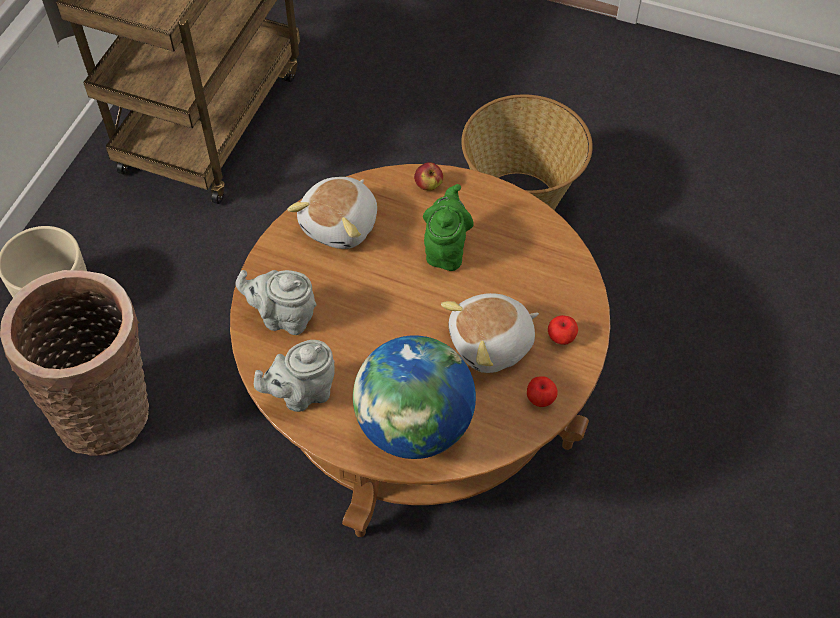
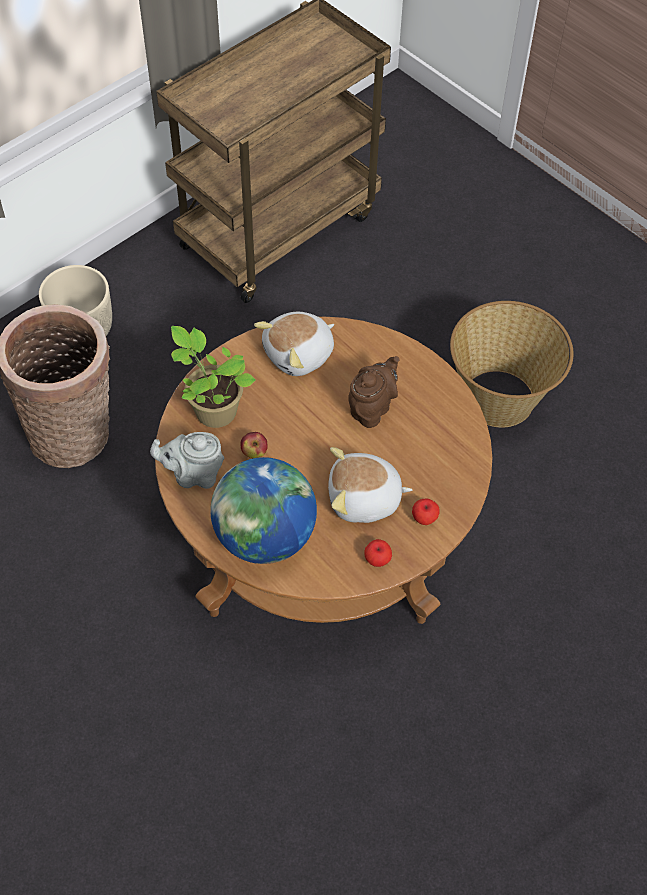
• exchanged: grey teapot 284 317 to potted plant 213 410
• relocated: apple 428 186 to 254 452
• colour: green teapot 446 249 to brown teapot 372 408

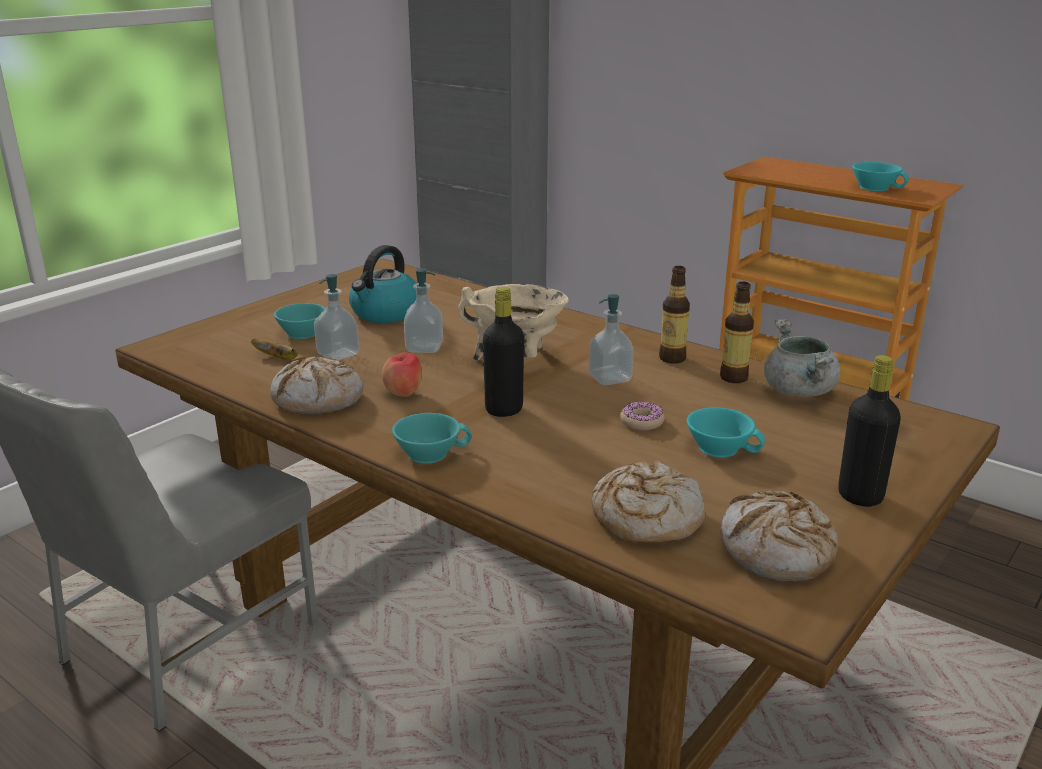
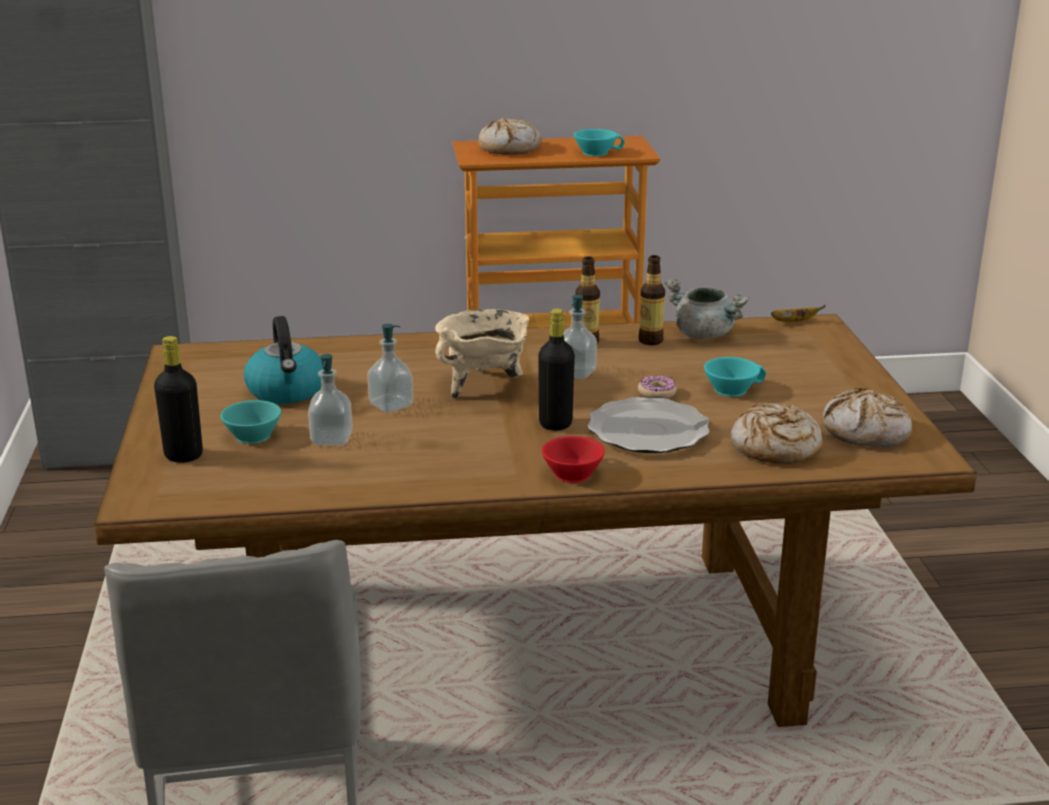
• relocated: banana 278 358 to 794 322
• relocated: bread 318 399 to 510 148
• missing: apple 403 394
• colour: turquoise cup 429 452 to red cup 571 472
• relocated: black bottle 860 496 to 183 455
• appeared: plate 649 431

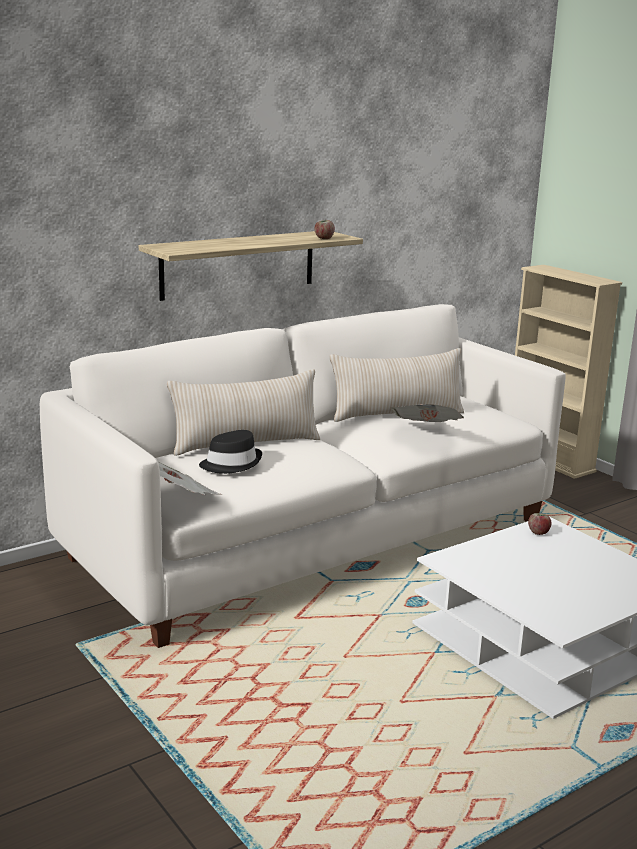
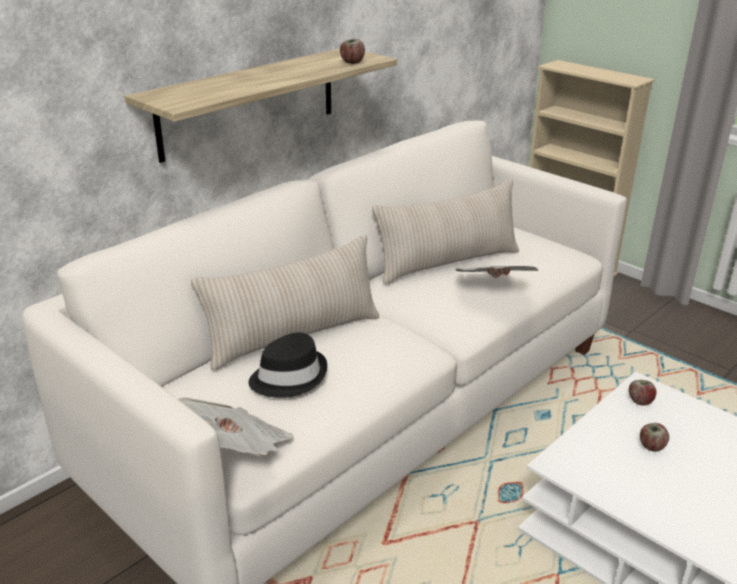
• appeared: apple 651 447

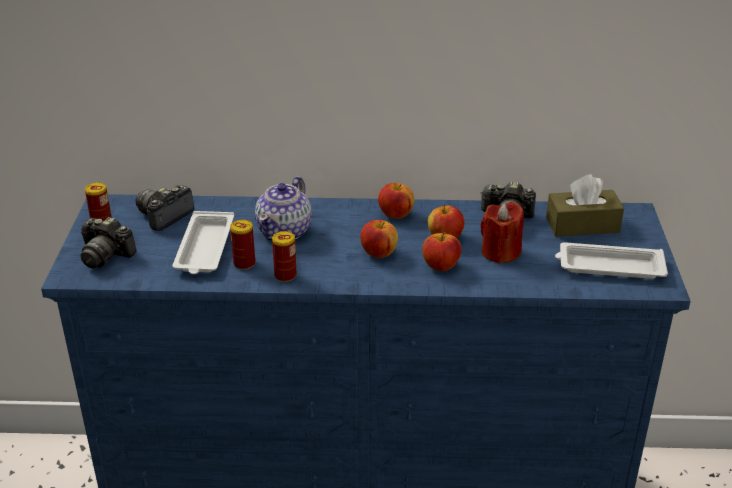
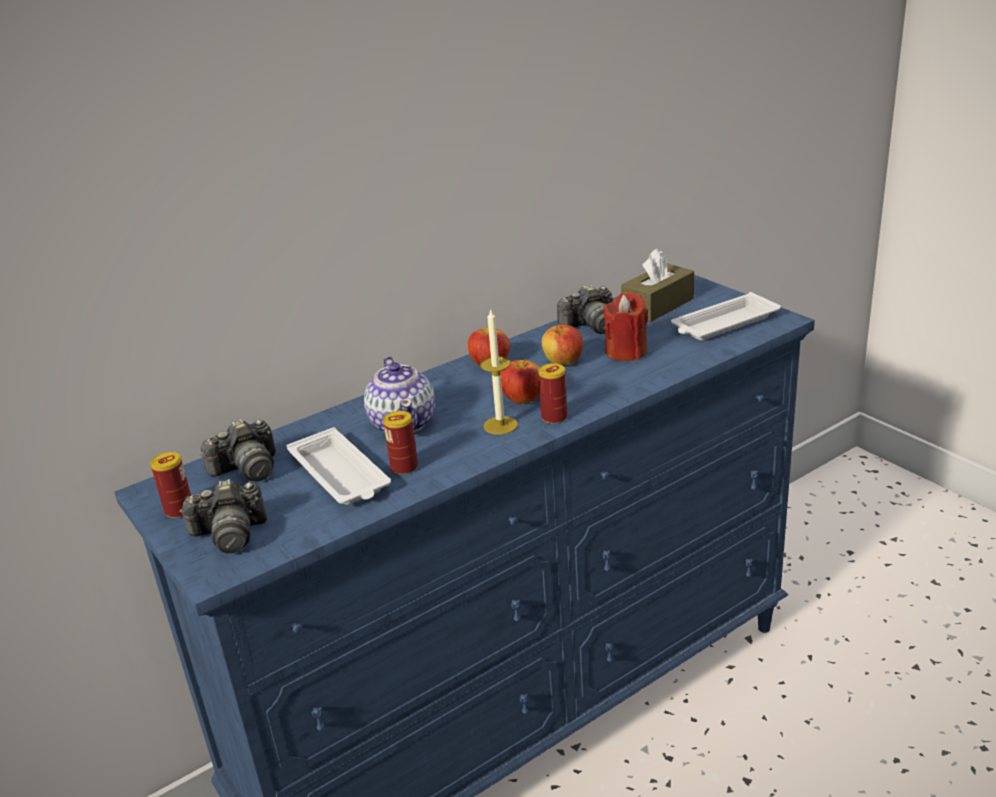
• spun: photo camera 164 216 = 247 469 120 degrees counterclockwise
• relocated: can 285 275 to 554 417
• missing: apple 440 266
• appeared: candle 500 425

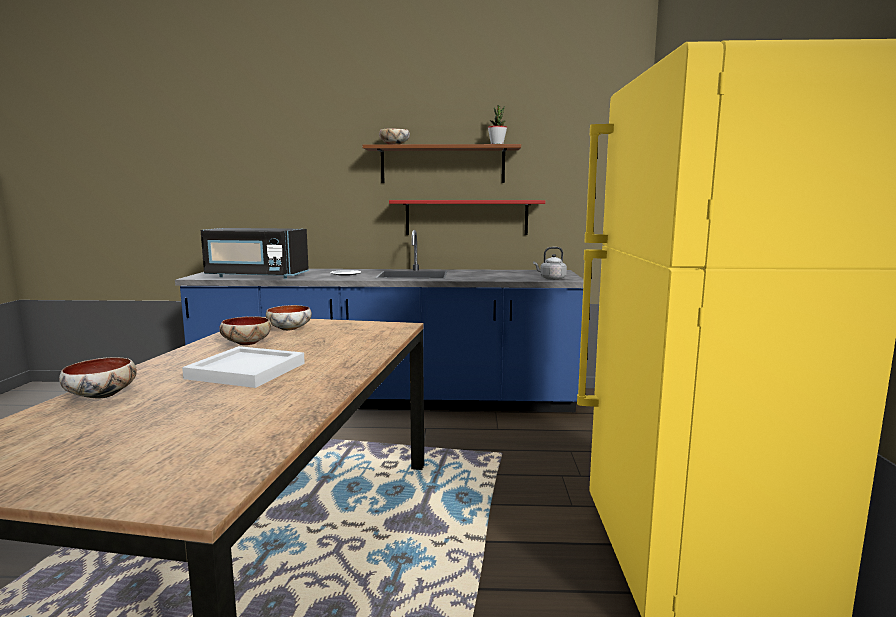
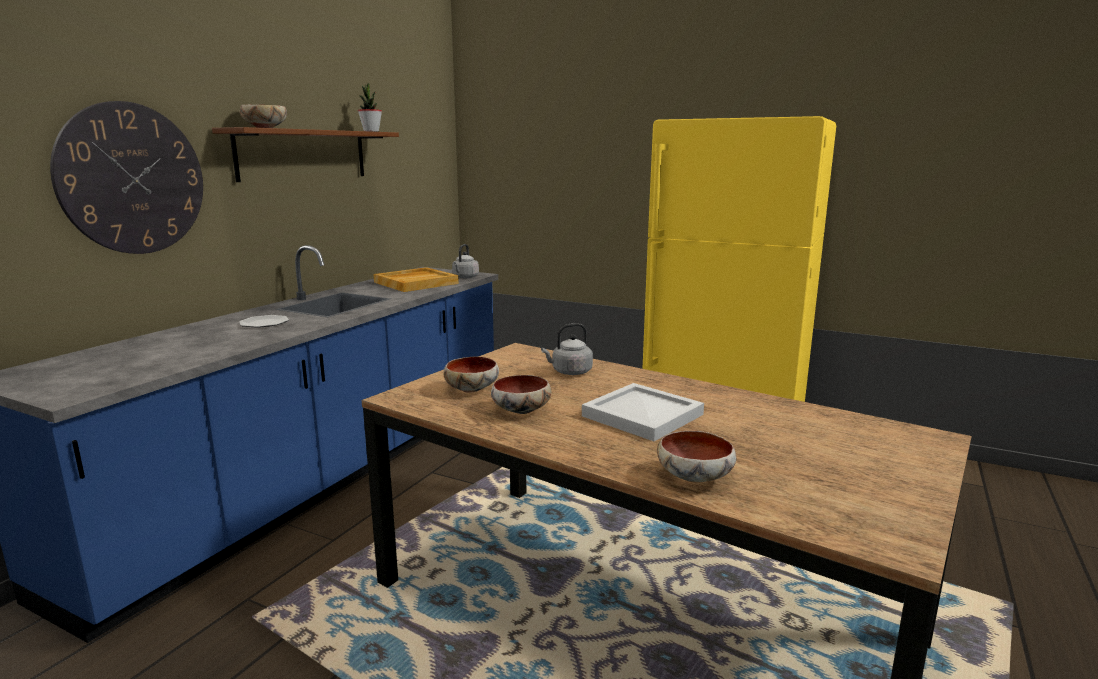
• missing: black microwave 255 276
• missing: red shelf 466 217
• appeared: wall clock 132 179
• appeared: beige tray 416 283
• appeared: grey kettle 569 372

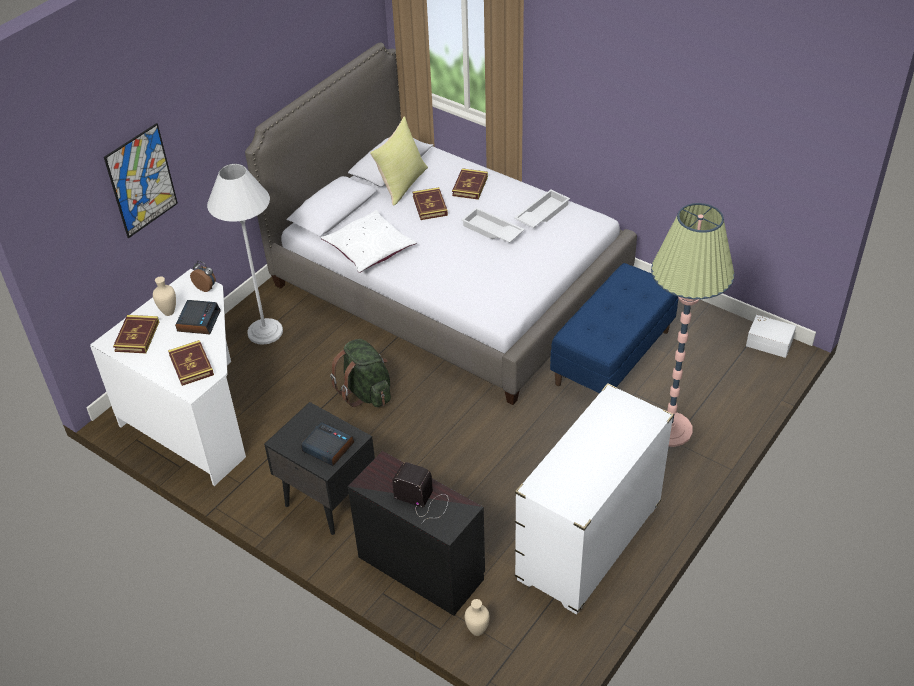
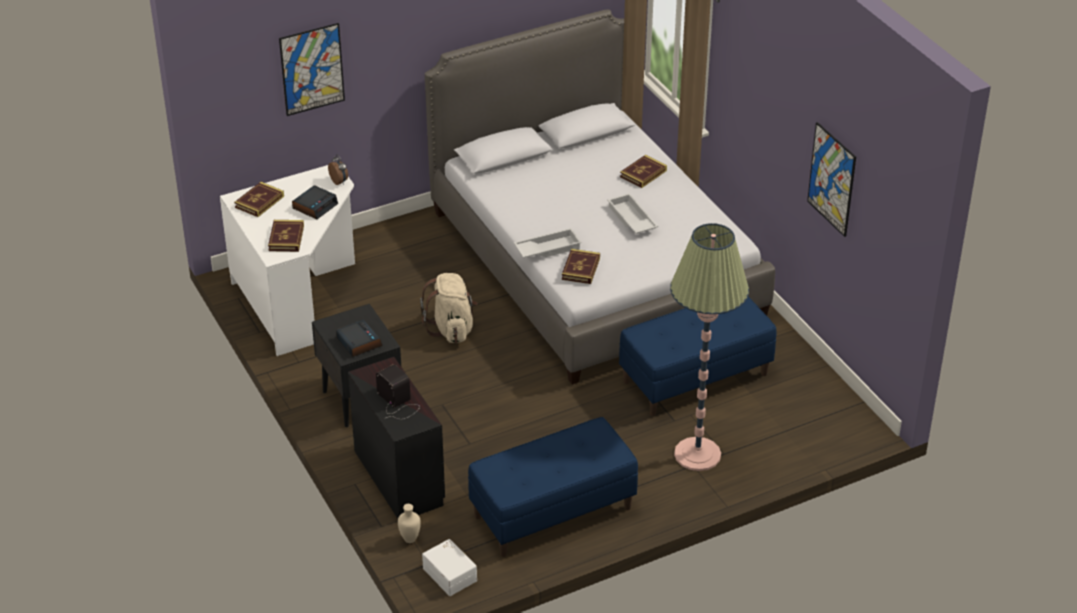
• missing: beige vase 168 313
• missing: white floor lamp 265 332
• missing: white pillow 369 248
• colour: green backpack 366 392 to beige backpack 451 329
• missing: yellow pillow 402 184
• relocated: book 430 206 to 580 269
• relocated: white tray 541 213 to 547 248
• exchanged: white dresser 589 542 to blue bench 552 513
• relocated: white storage box 769 342 to 451 574
• appeared: picture 831 179

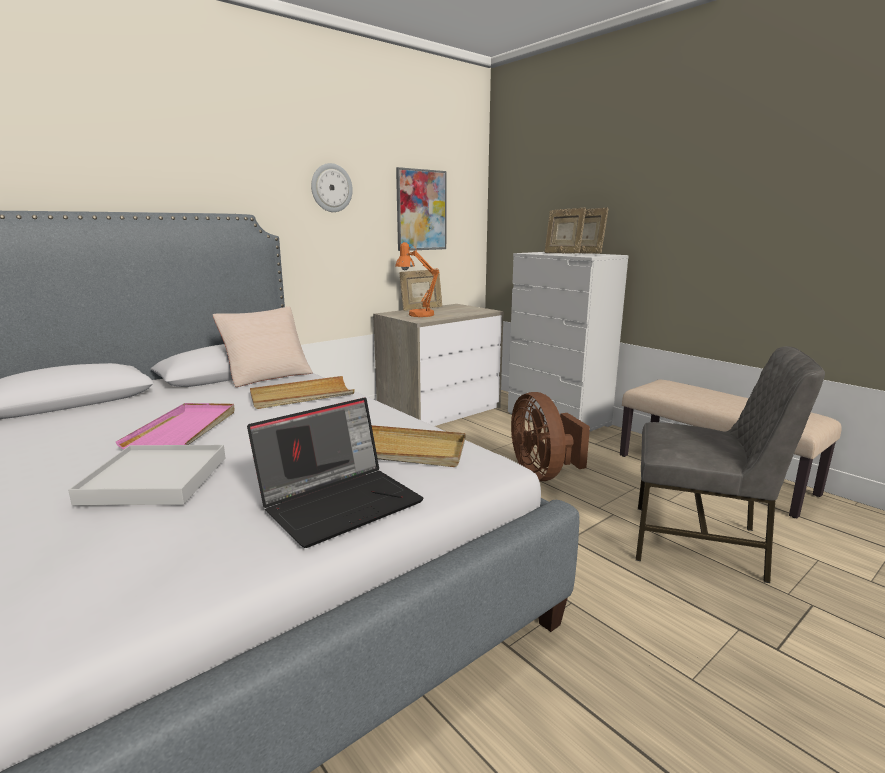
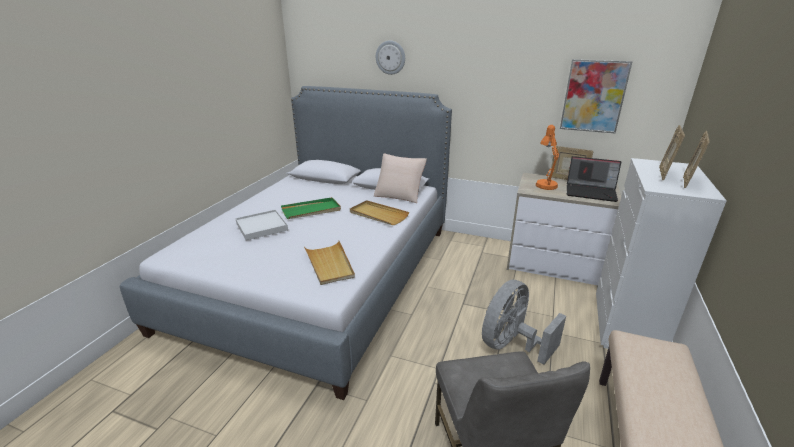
• colour: pink tray 184 430 to green tray 311 210
• relocated: laptop 341 502 to 591 192
• relocated: wall clock 331 188 to 390 57
• colour: brown fan 543 474 to grey fan 511 345

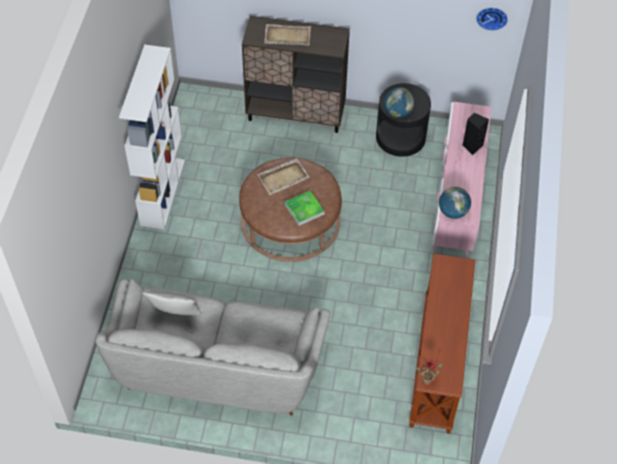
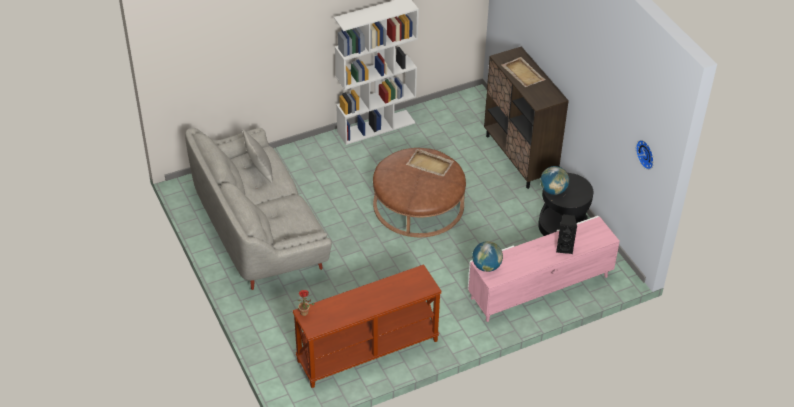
• missing: tray 304 209

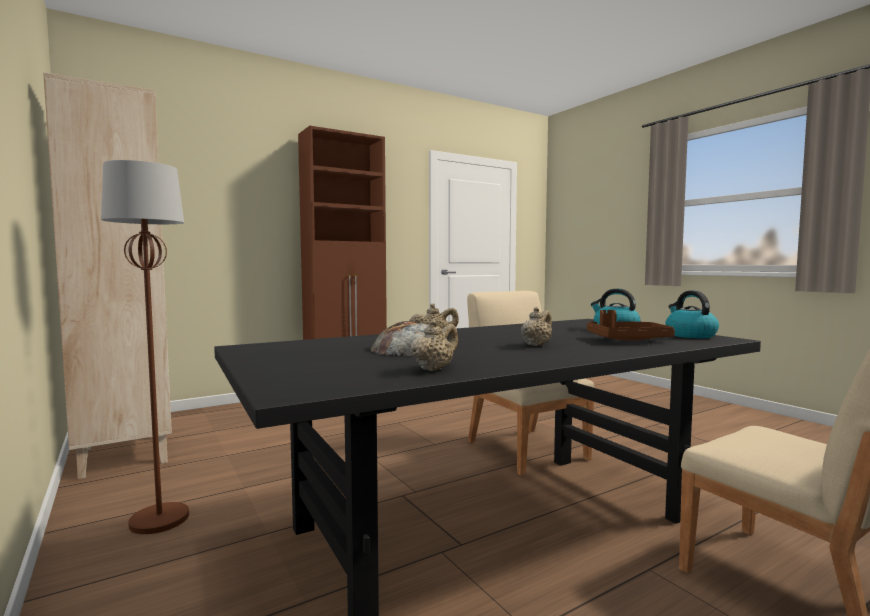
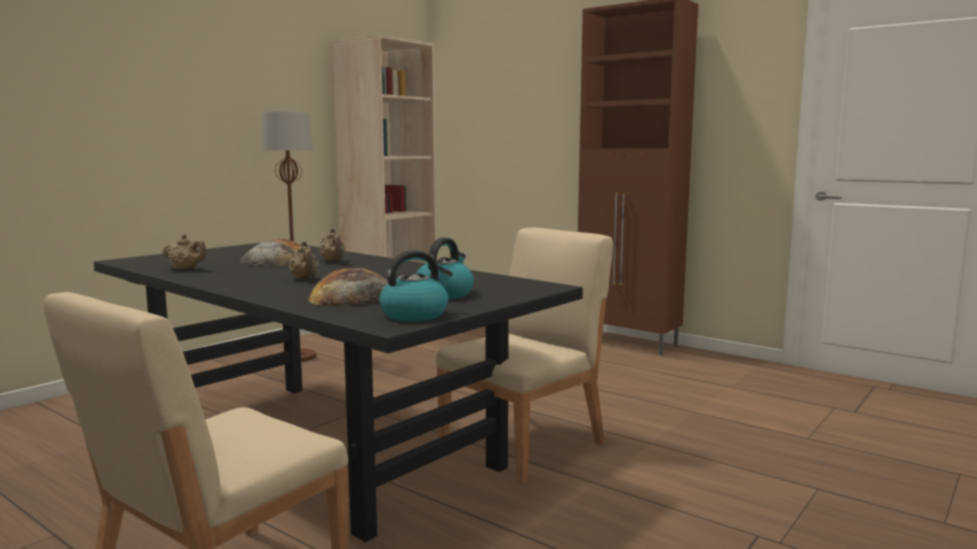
• spun: beige teapot 536 345 = 305 279 45 degrees clockwise
• exchanged: brown tray 627 340 to bread 354 297

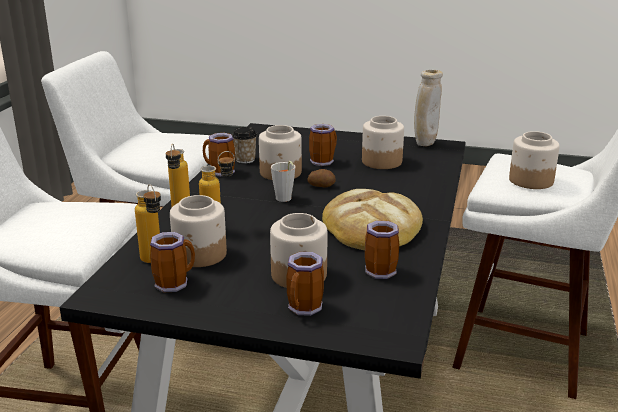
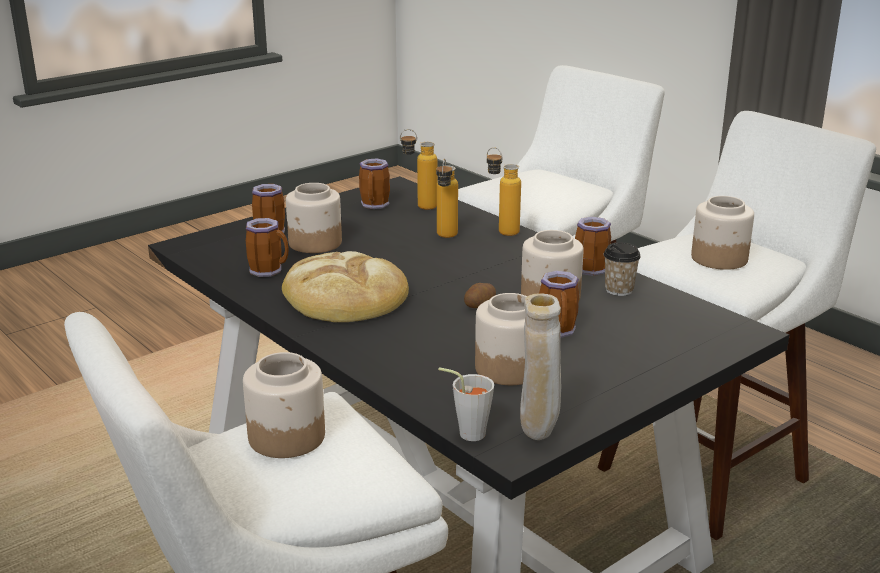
• relocated: jar 200 255 to 718 258
• relocated: grey cup 284 200 to 466 433

